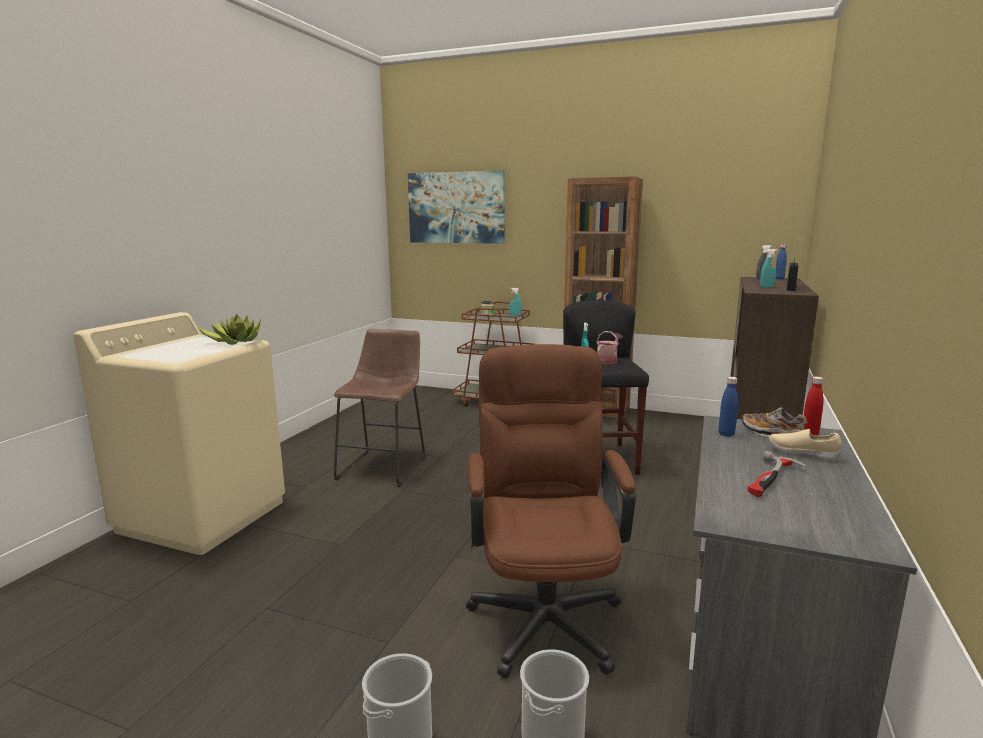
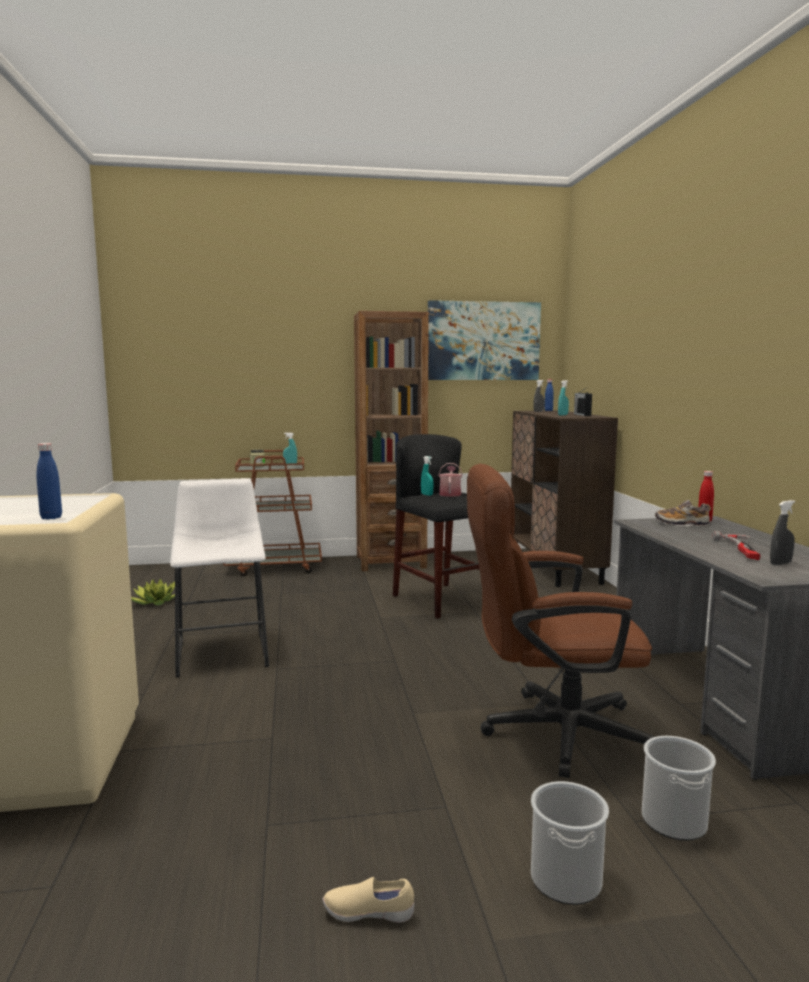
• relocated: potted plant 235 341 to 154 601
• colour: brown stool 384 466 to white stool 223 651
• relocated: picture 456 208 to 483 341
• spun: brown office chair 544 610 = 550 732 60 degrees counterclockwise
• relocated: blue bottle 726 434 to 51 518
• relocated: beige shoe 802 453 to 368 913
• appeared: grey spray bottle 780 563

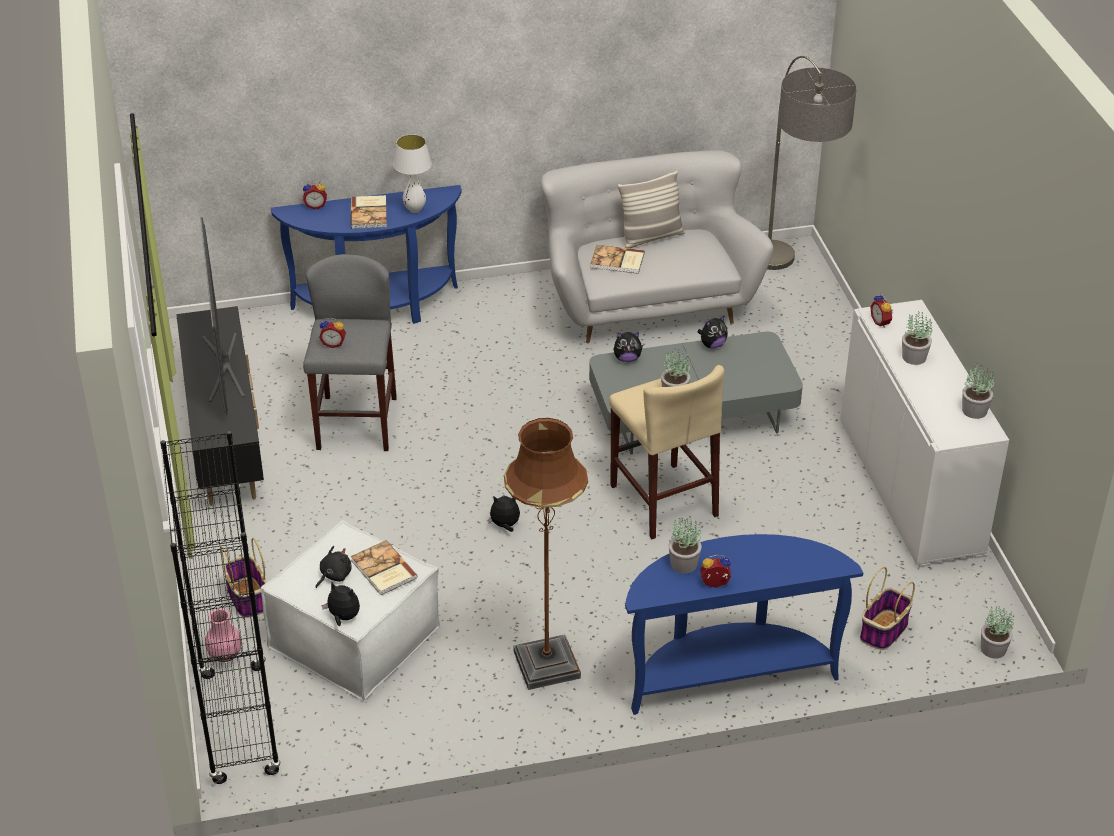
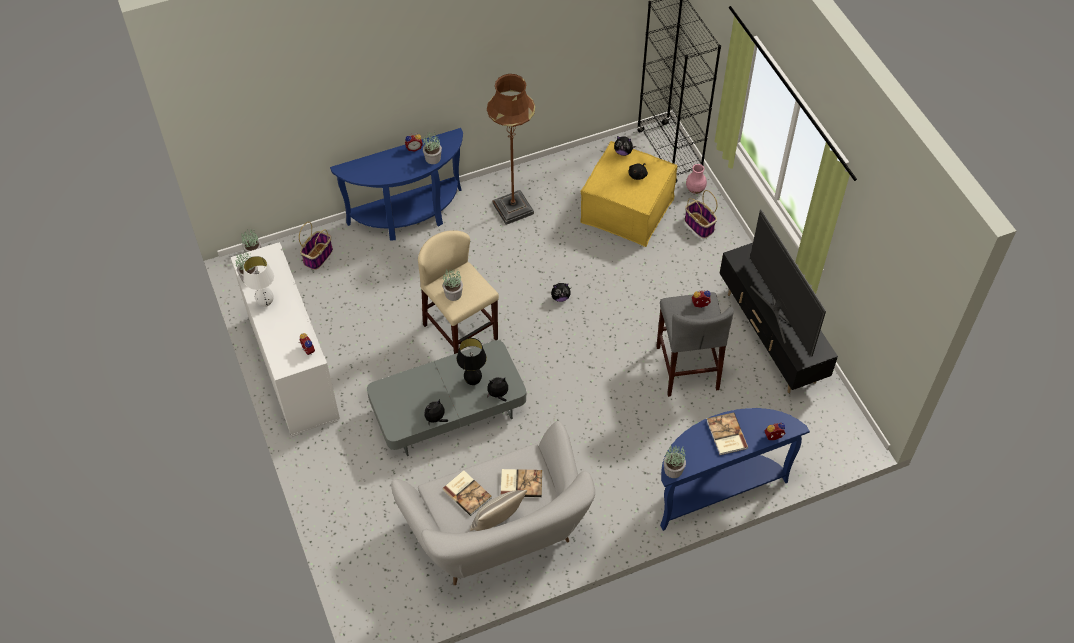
• colour: white ottoman 354 637 to yellow ottoman 627 209
• relocated: book 383 570 to 467 493
• relocated: white table lamp 415 210 to 265 303
• missing: floor lamp 788 288
• relocated: potted plant 913 357 to 673 470
• appeared: black table lamp 473 381

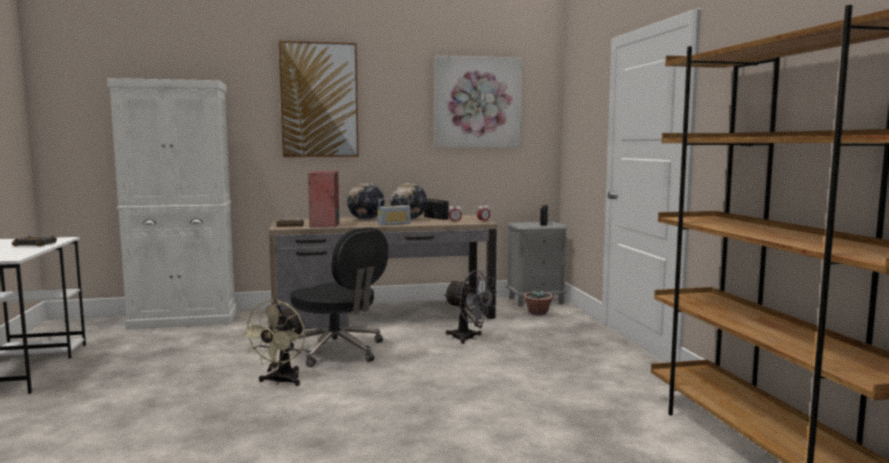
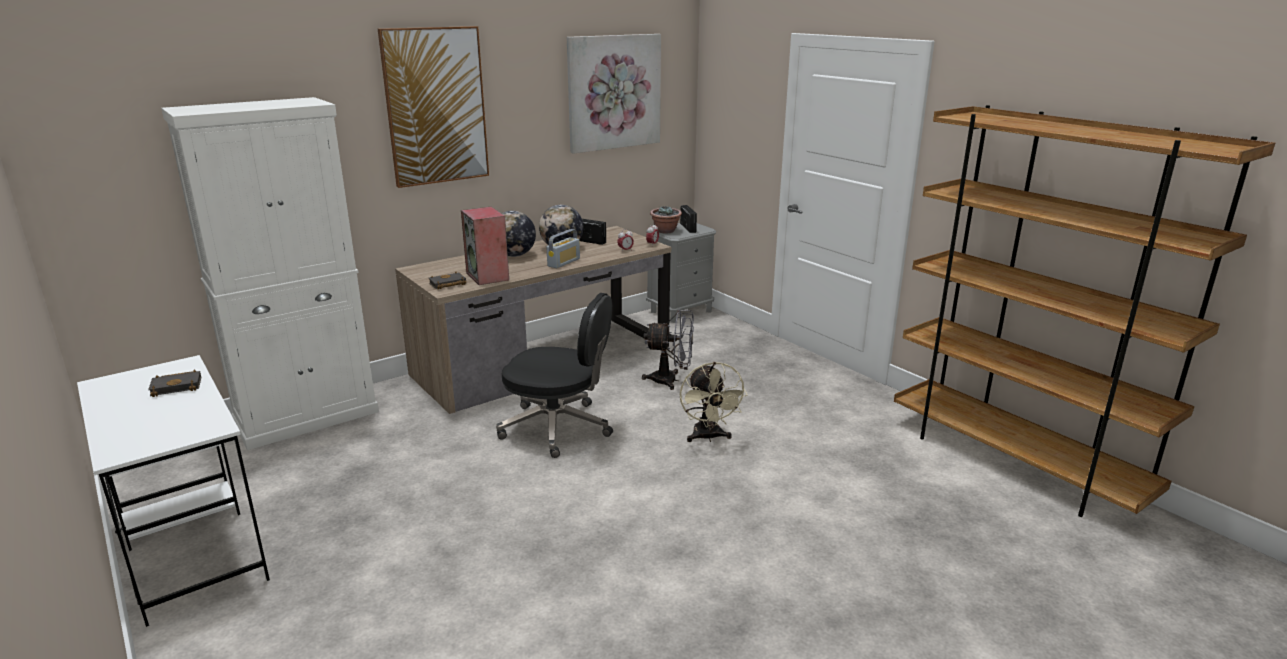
• relocated: beige fan 281 381 to 708 437
• relocated: potted plant 538 313 to 665 231

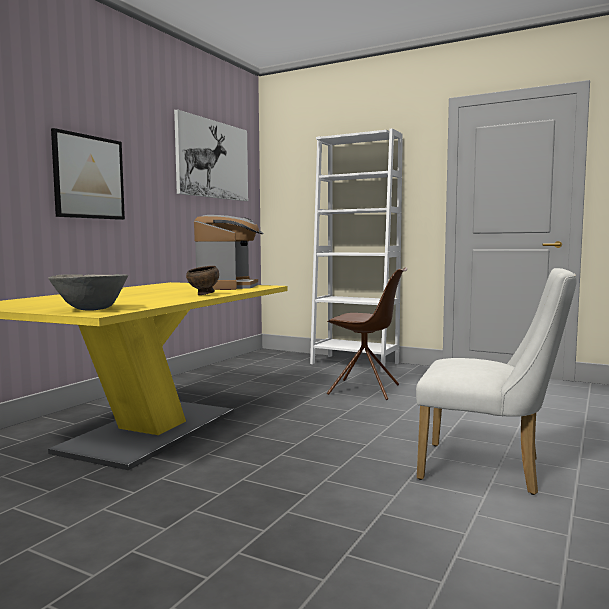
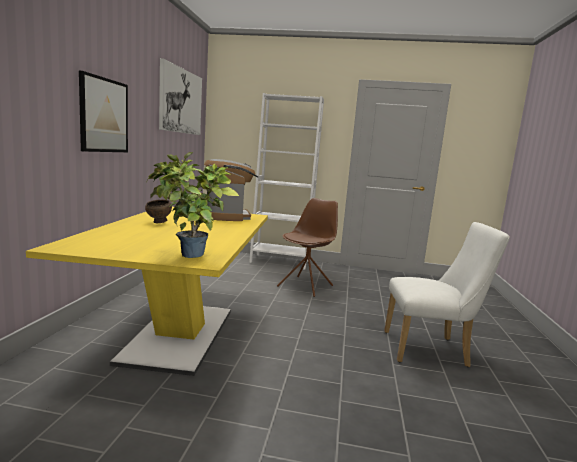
• exchanged: grey bowl 90 310 to potted plant 188 256
• relocated: brown bowl 203 295 to 159 222
• spun: brown chair 365 390 = 306 286 60 degrees counterclockwise

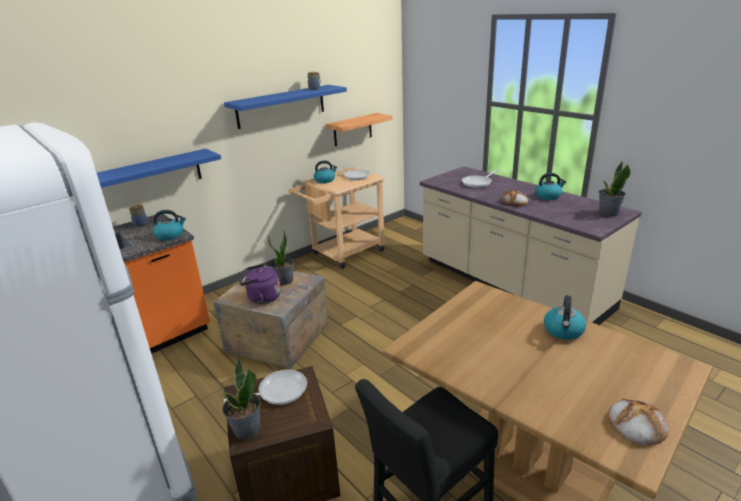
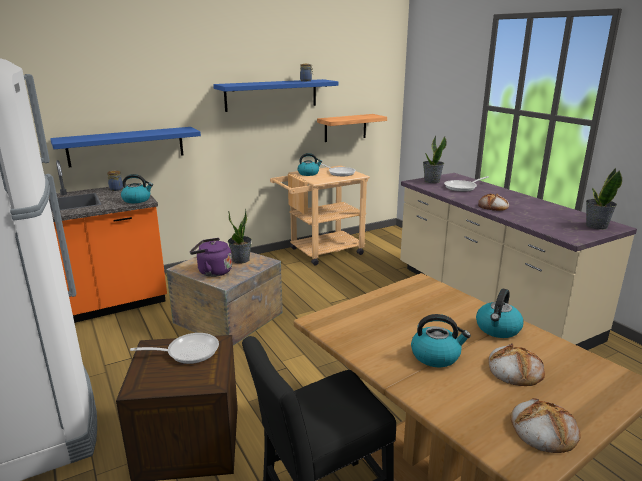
• relocated: potted plant 246 429 to 431 181
• relocated: kettle 548 196 to 436 356
• appeared: bread 514 369

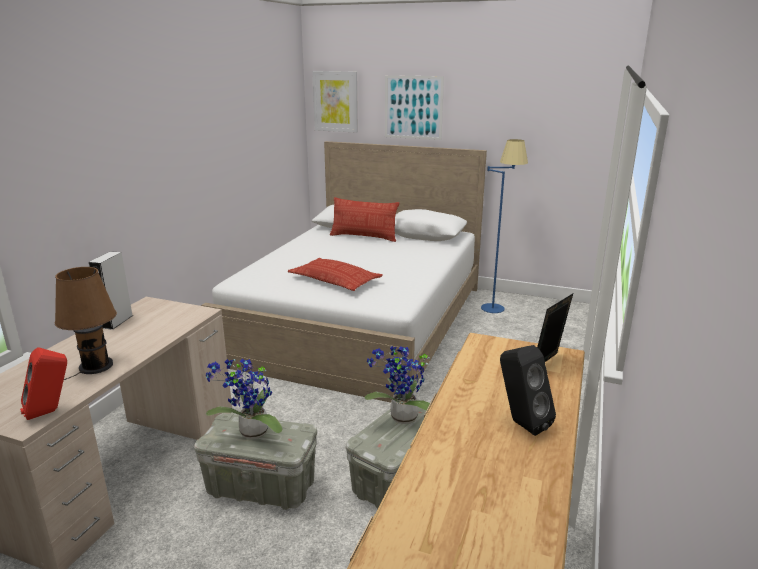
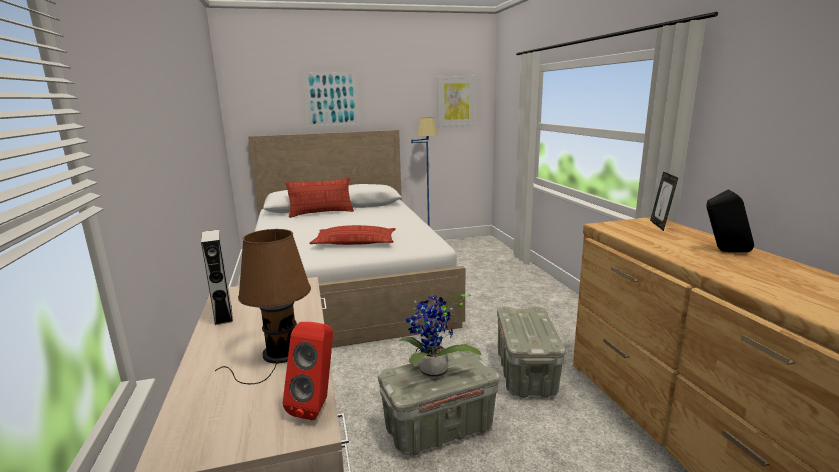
• relocated: picture 335 101 to 456 101
• missing: potted plant 401 419

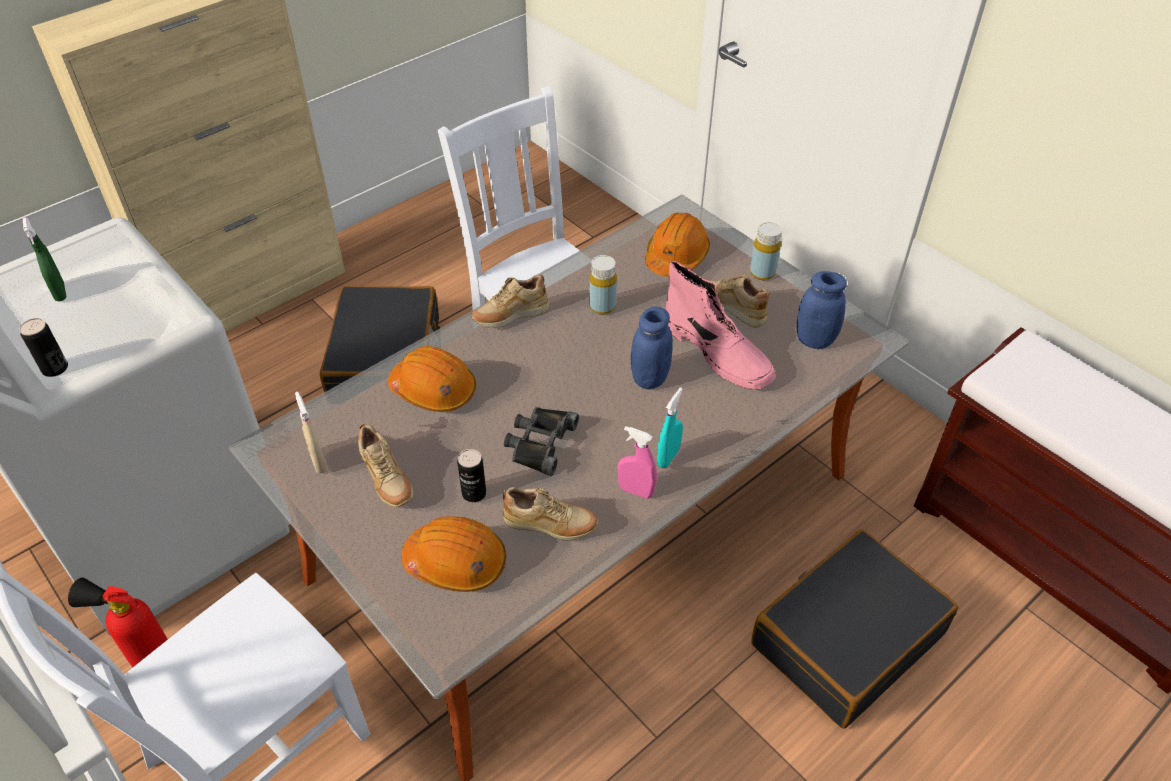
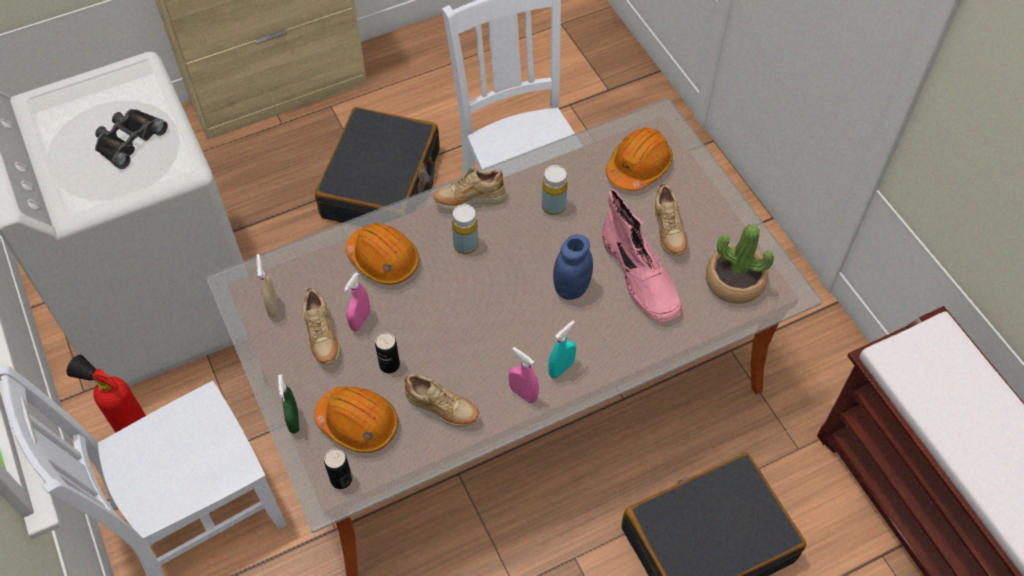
• relocated: can 55 368 to 341 479
• relocated: green spray bottle 60 292 to 294 420
• relocated: black binoculars 539 443 to 128 140
• spun: beige shoe 730 309 = 668 233 150 degrees counterclockwise
• relocated: yellow bottle 762 273 to 466 245
• exchanged: blue jar 815 340 to potted plant 734 281
• appeared: pink spray bottle 360 320

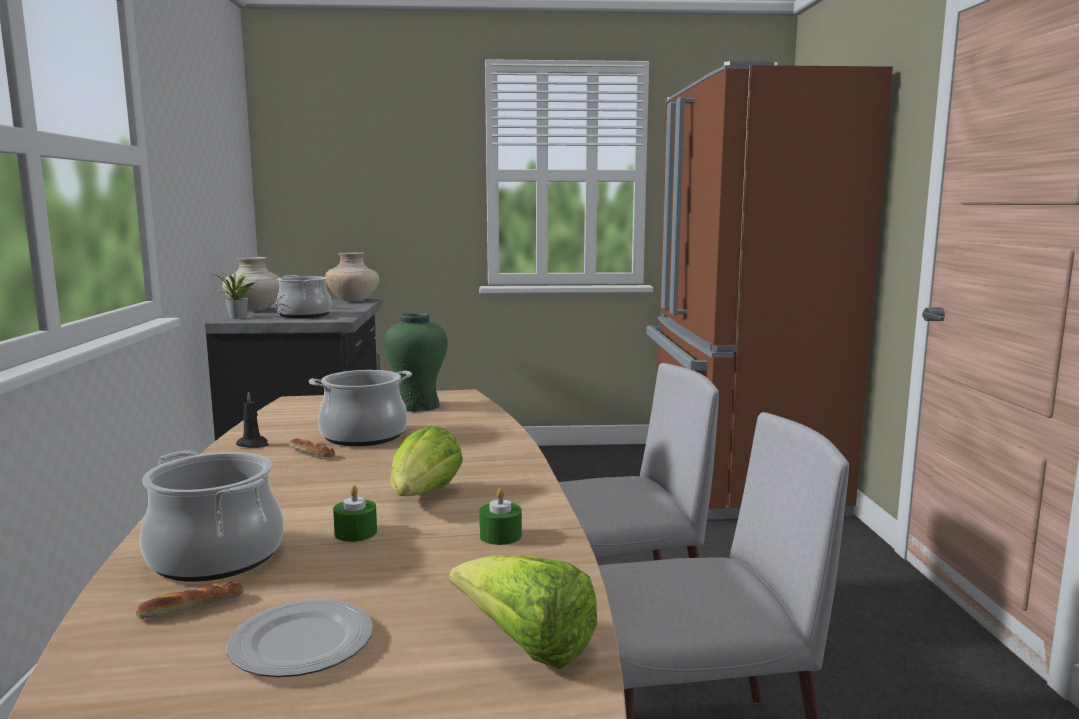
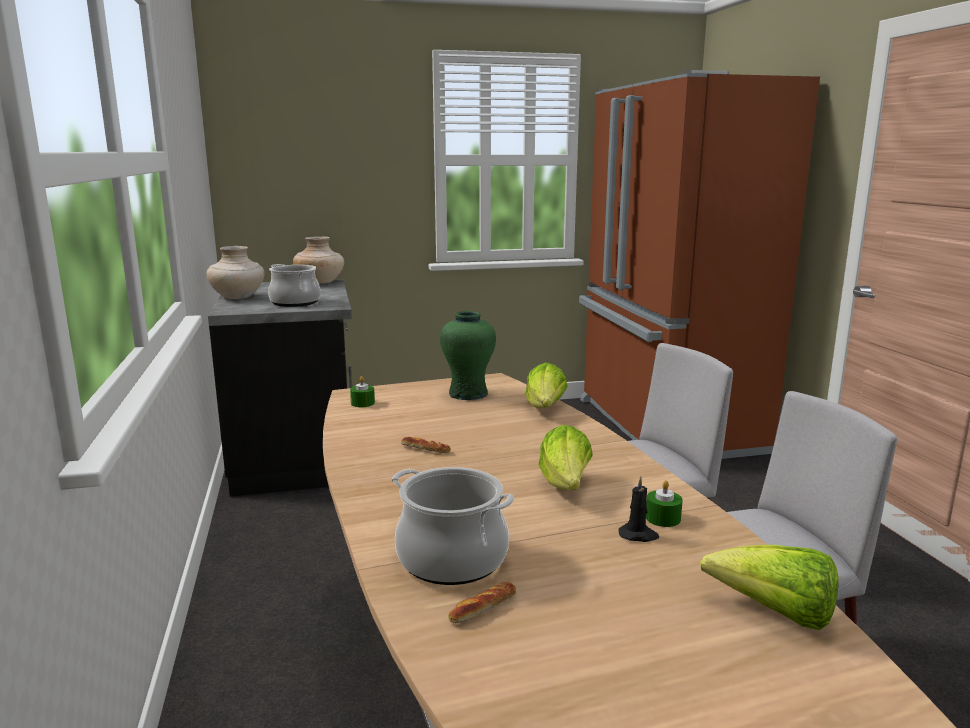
• missing: potted plant 239 317
• missing: plate 303 644
• relocated: black candle 253 444 to 638 535
• missing: cooking pot 363 436
• relocated: green candle 356 532 to 362 403
• appeared: lettuce 545 409

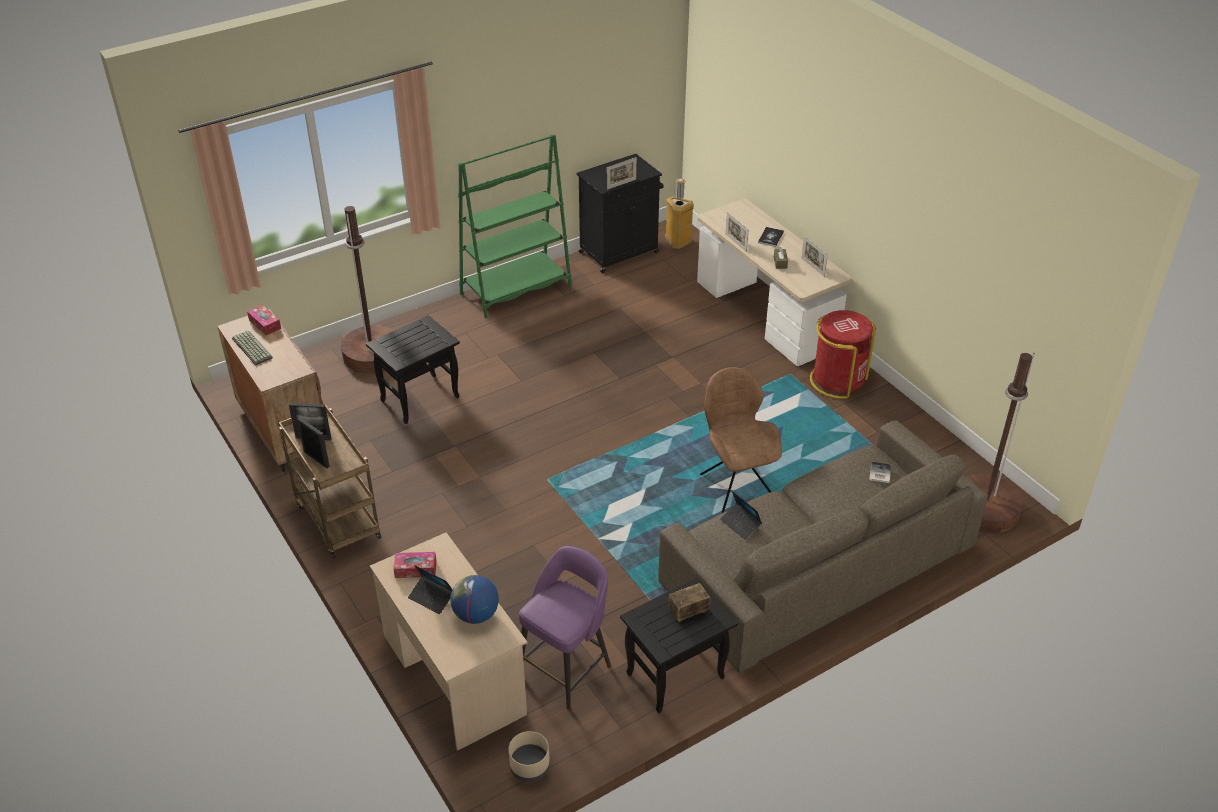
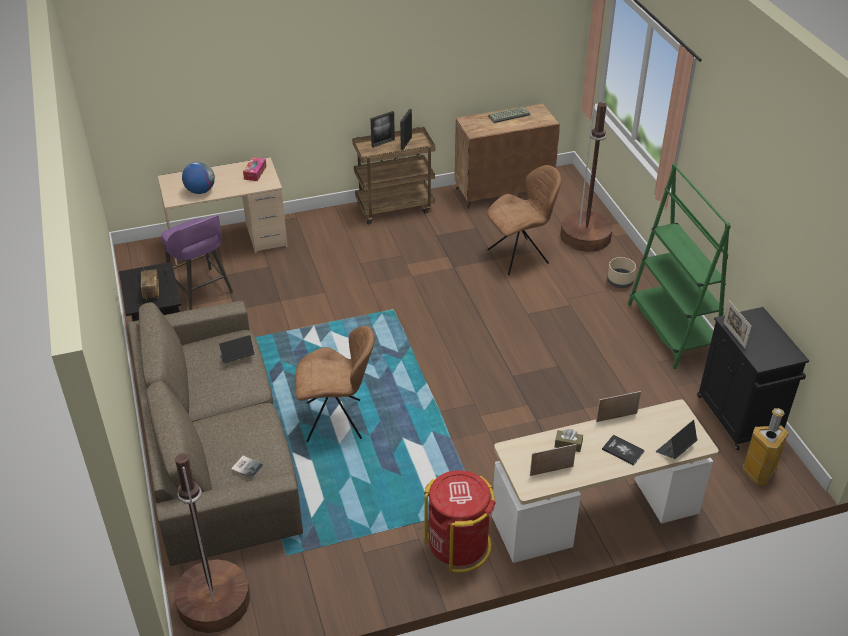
• missing: tissue box 265 324
• exchanged: black side table 420 398 to brown chair 520 256
• relocated: laptop 431 598 to 675 449
• relocated: beige planter 530 766 to 620 282

